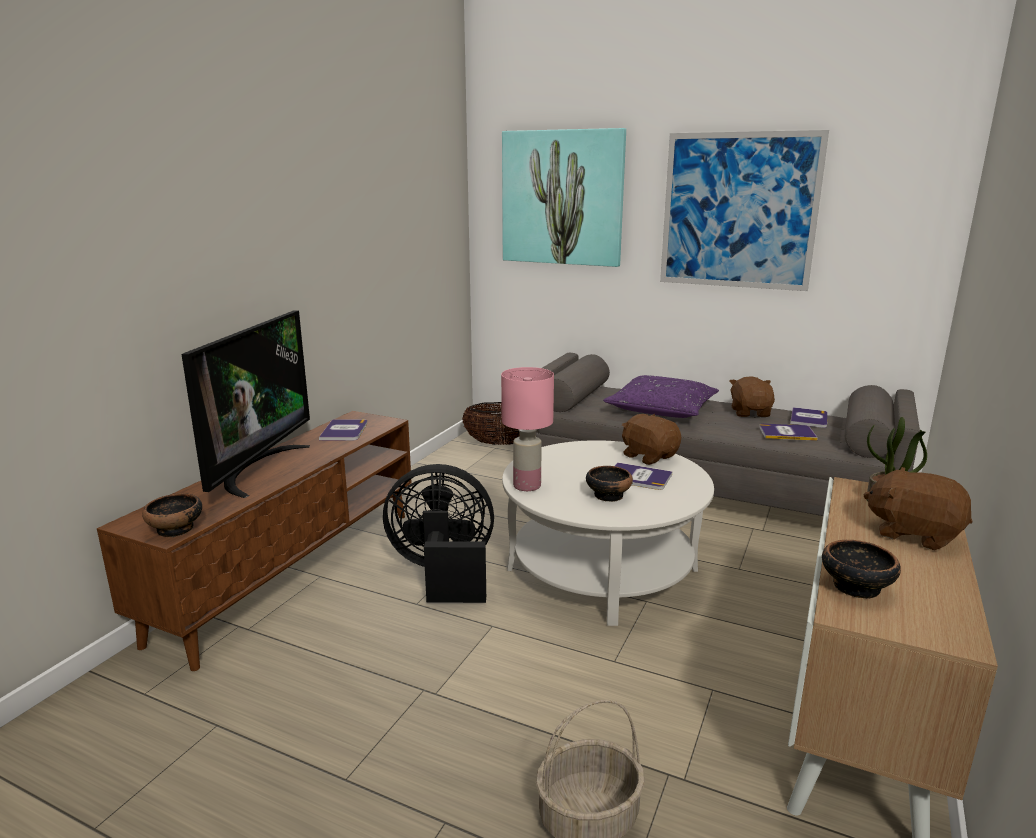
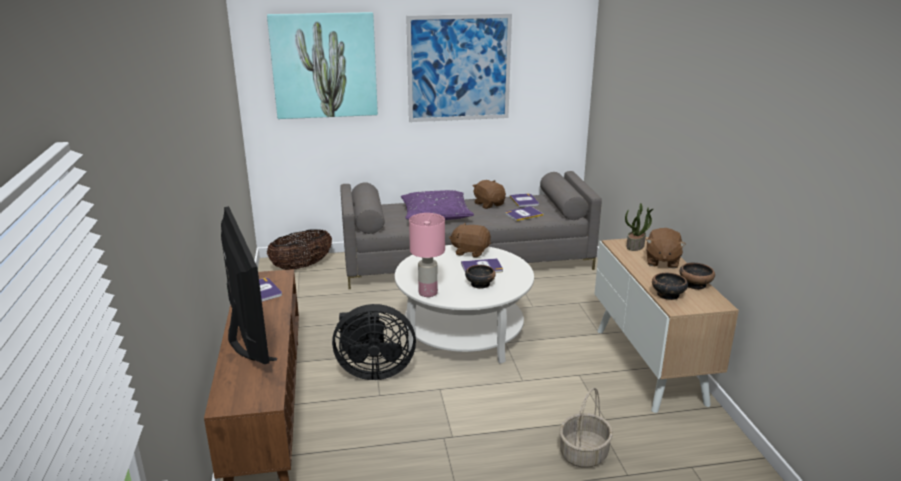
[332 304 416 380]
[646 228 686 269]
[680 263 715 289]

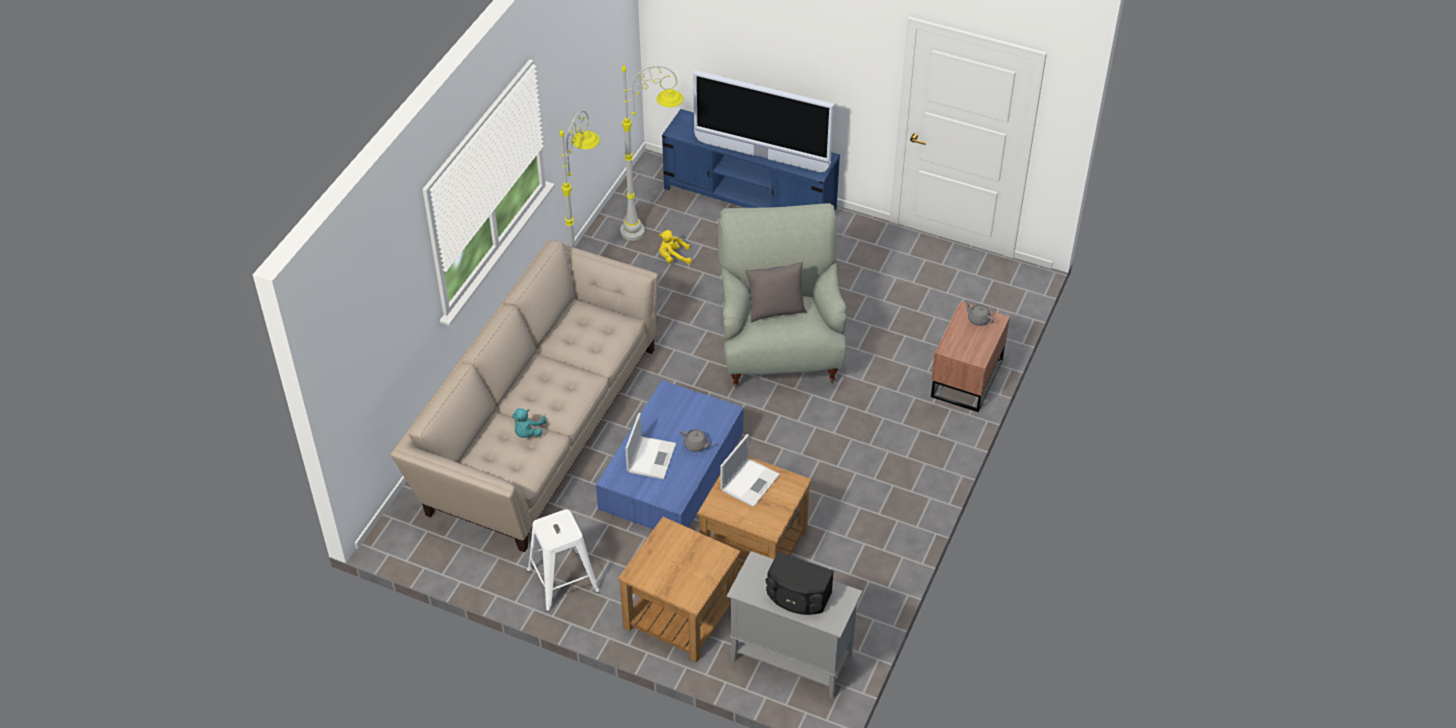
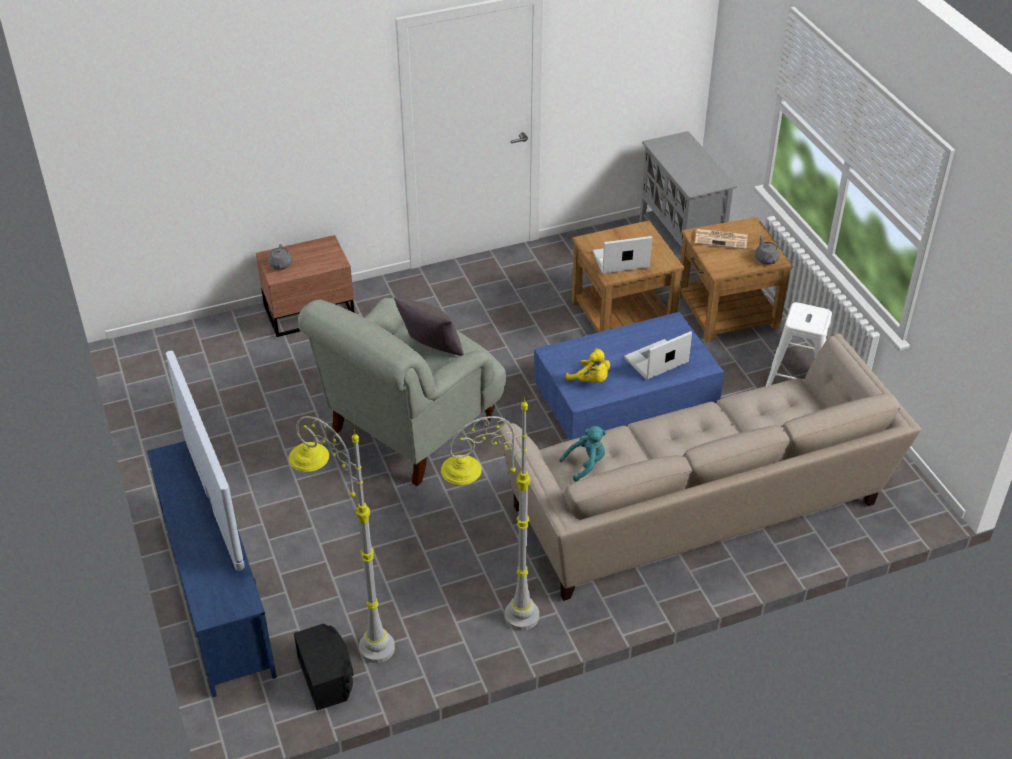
[294 623 353 711]
[559 426 606 482]
[566 348 610 383]
[695 229 748 250]
[755 235 779 264]

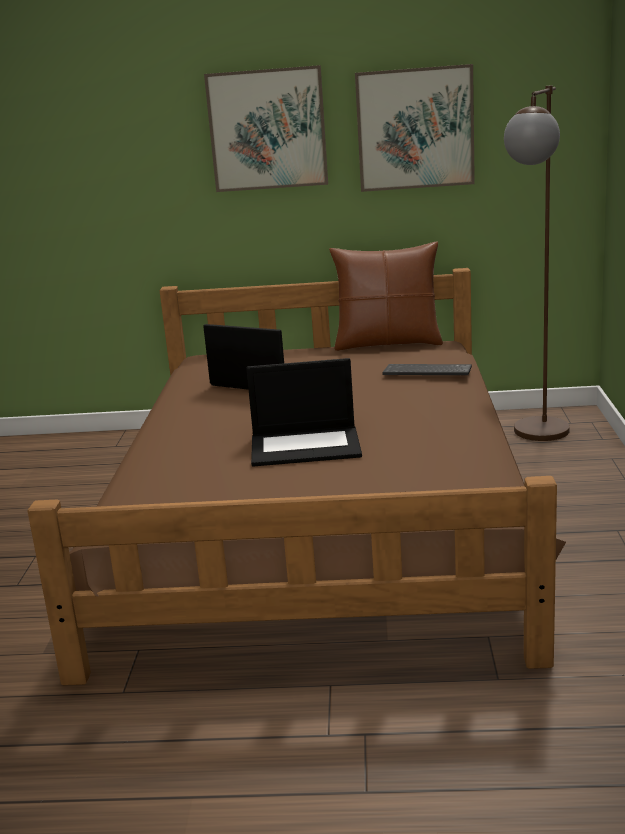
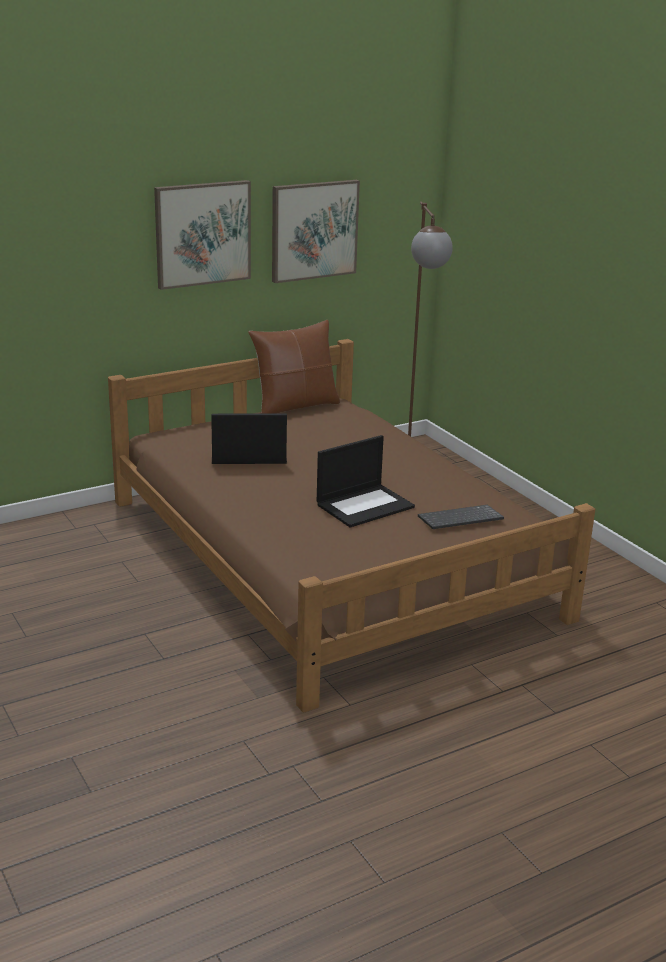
[418 505 504 529]

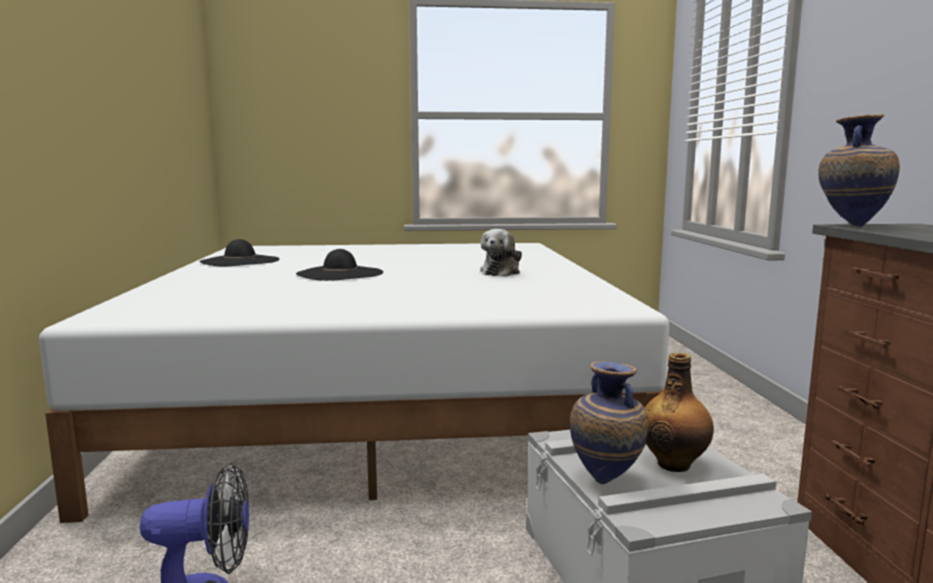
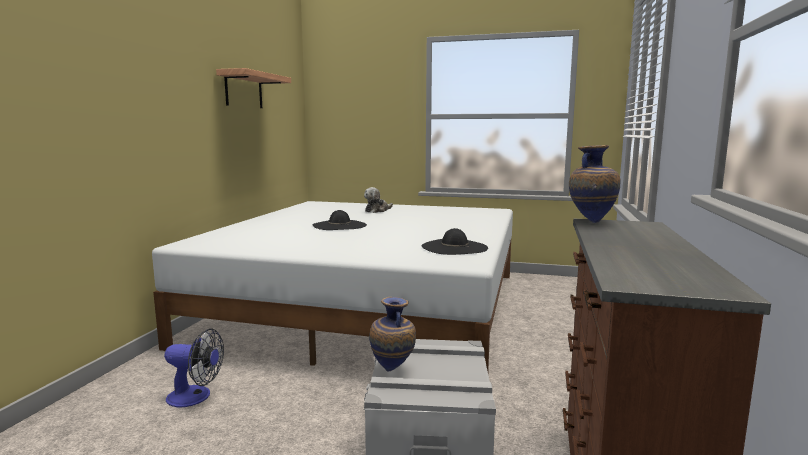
[216 68 291 108]
[364 187 393 213]
[421 228 488 255]
[645 352 714 472] (first image)

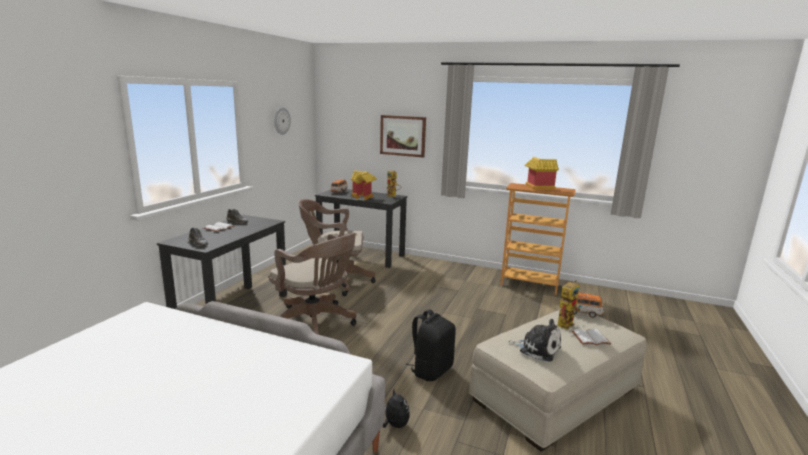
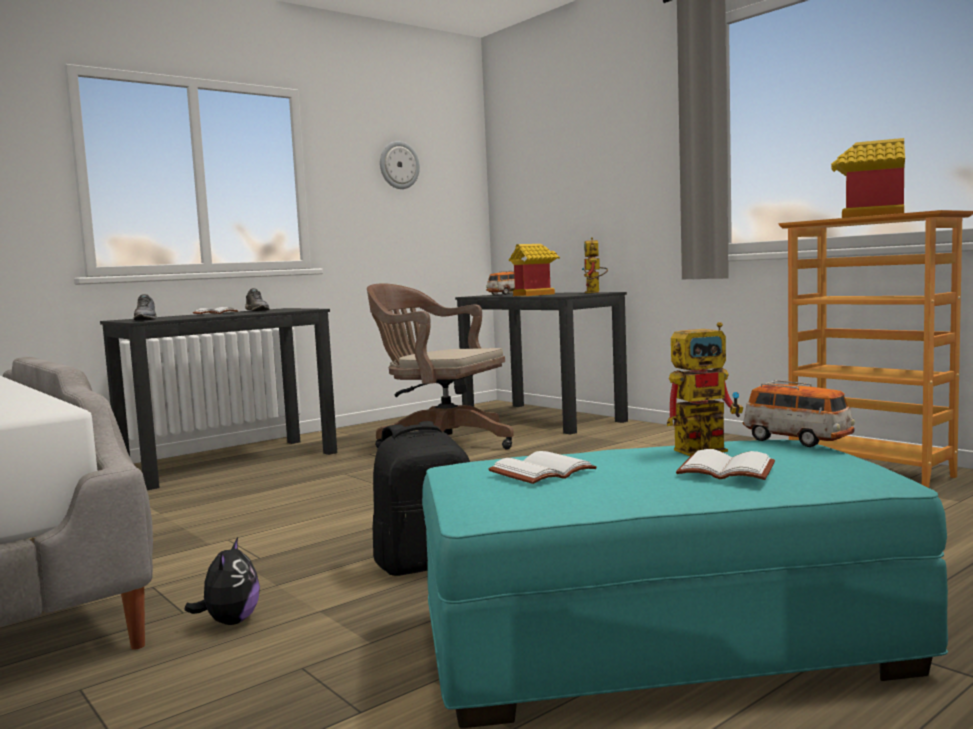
[422 440 948 728]
[488 451 597 484]
[269 233 357 335] (first image)
[380 115 426 158] (first image)

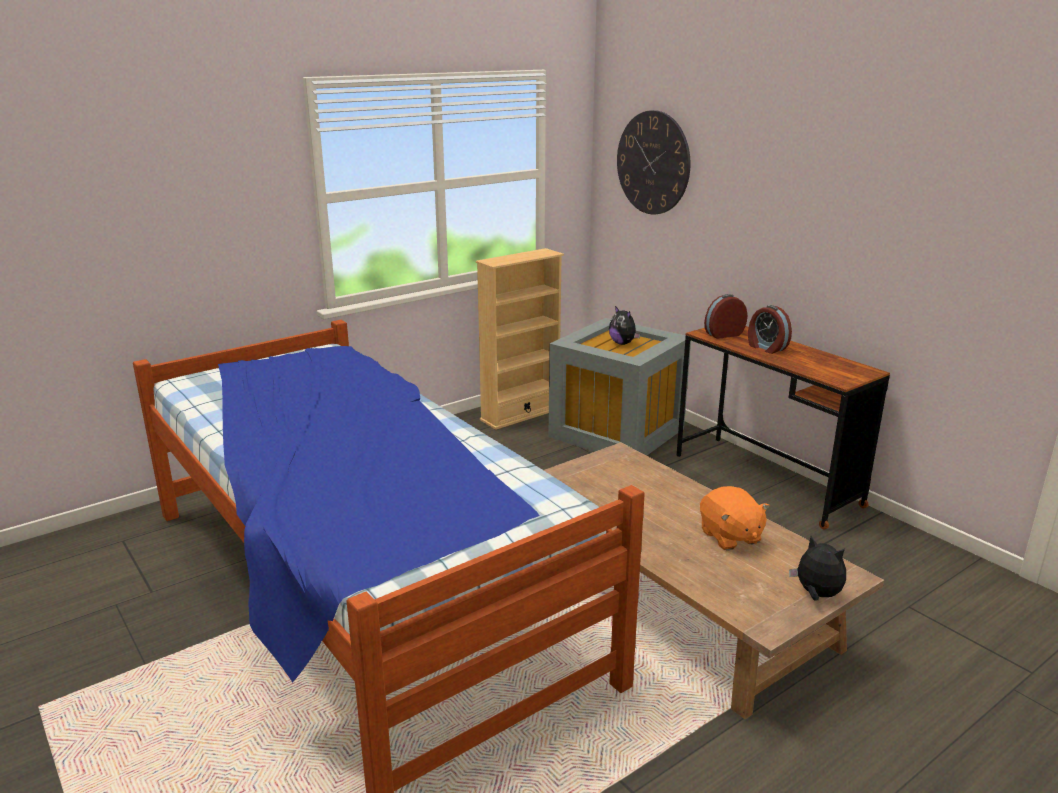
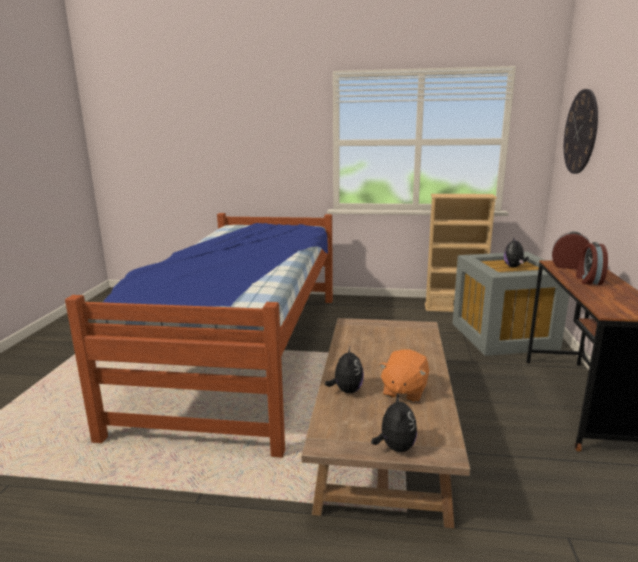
[325 345 364 393]

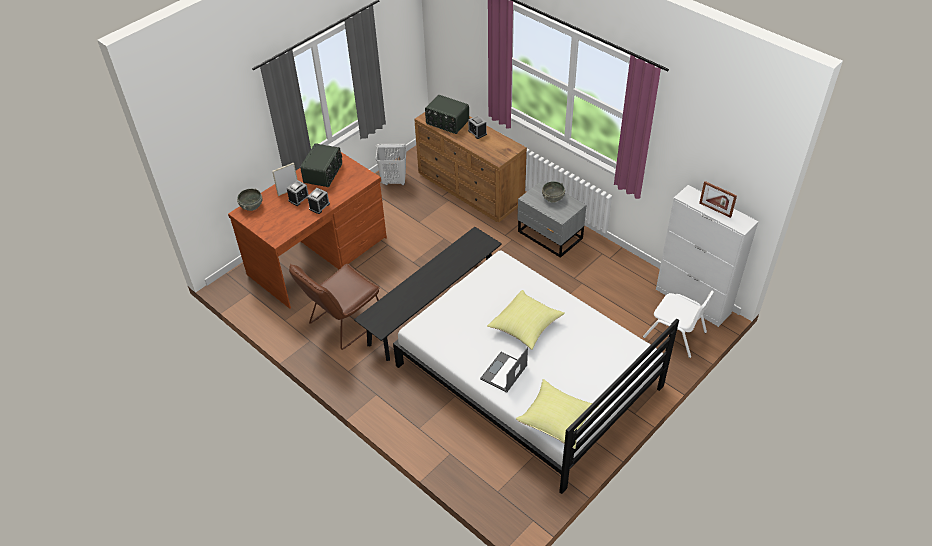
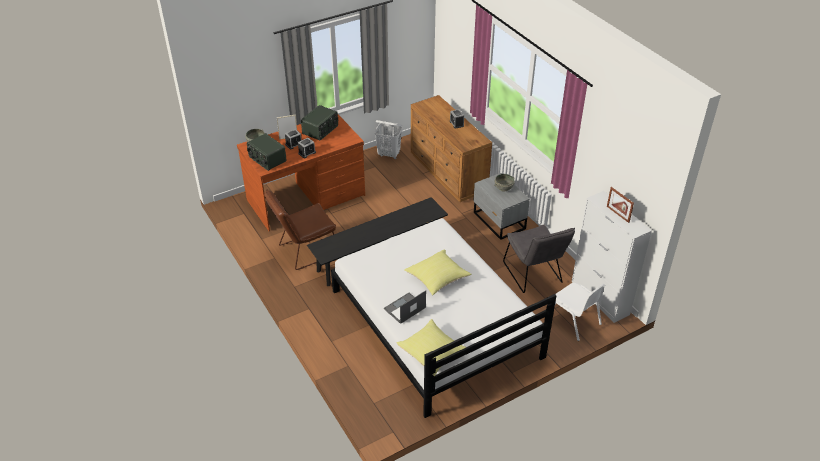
[247 133 287 171]
[503 224 575 293]

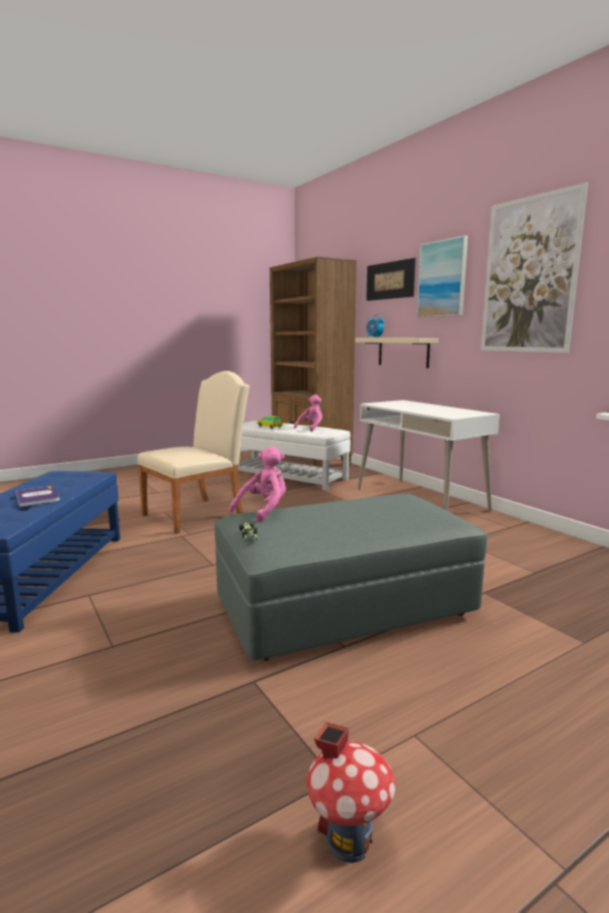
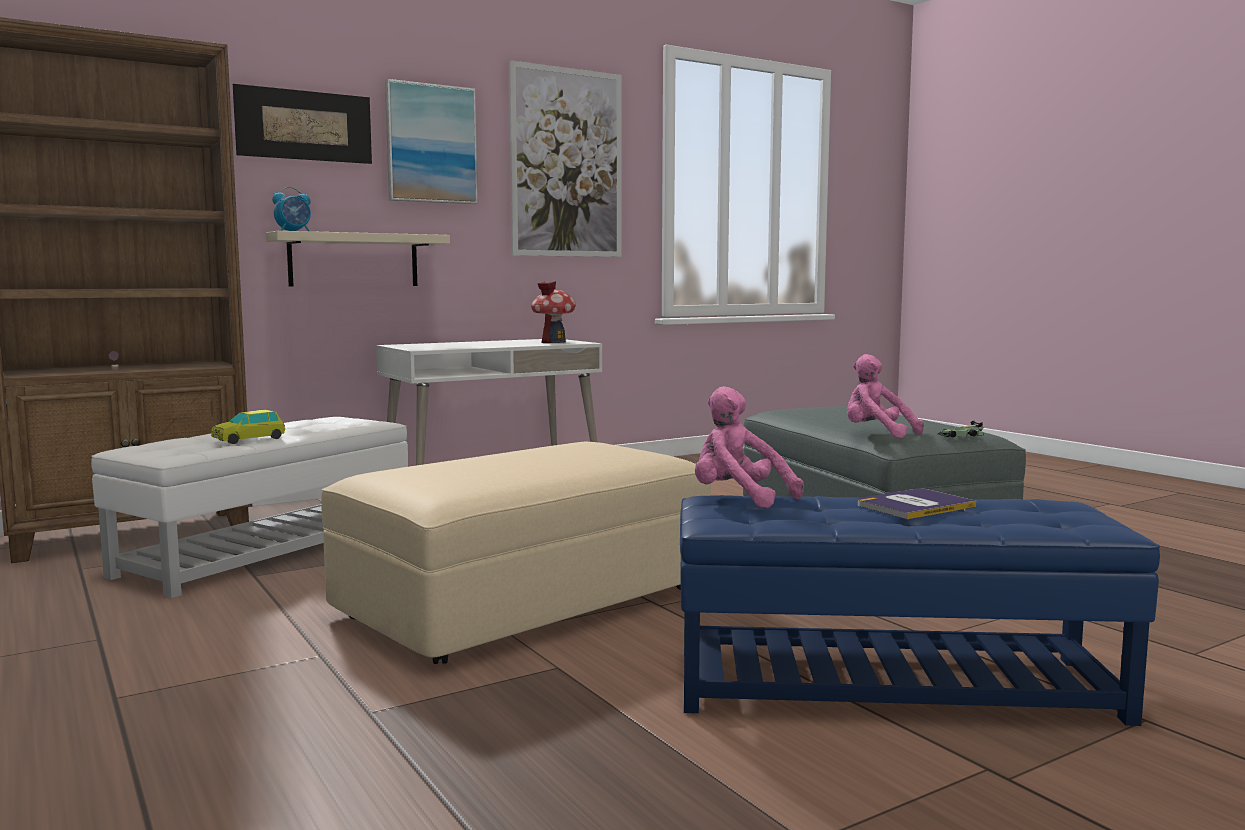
[321 442 711 664]
[531 281 576 343]
[695 386 804 509]

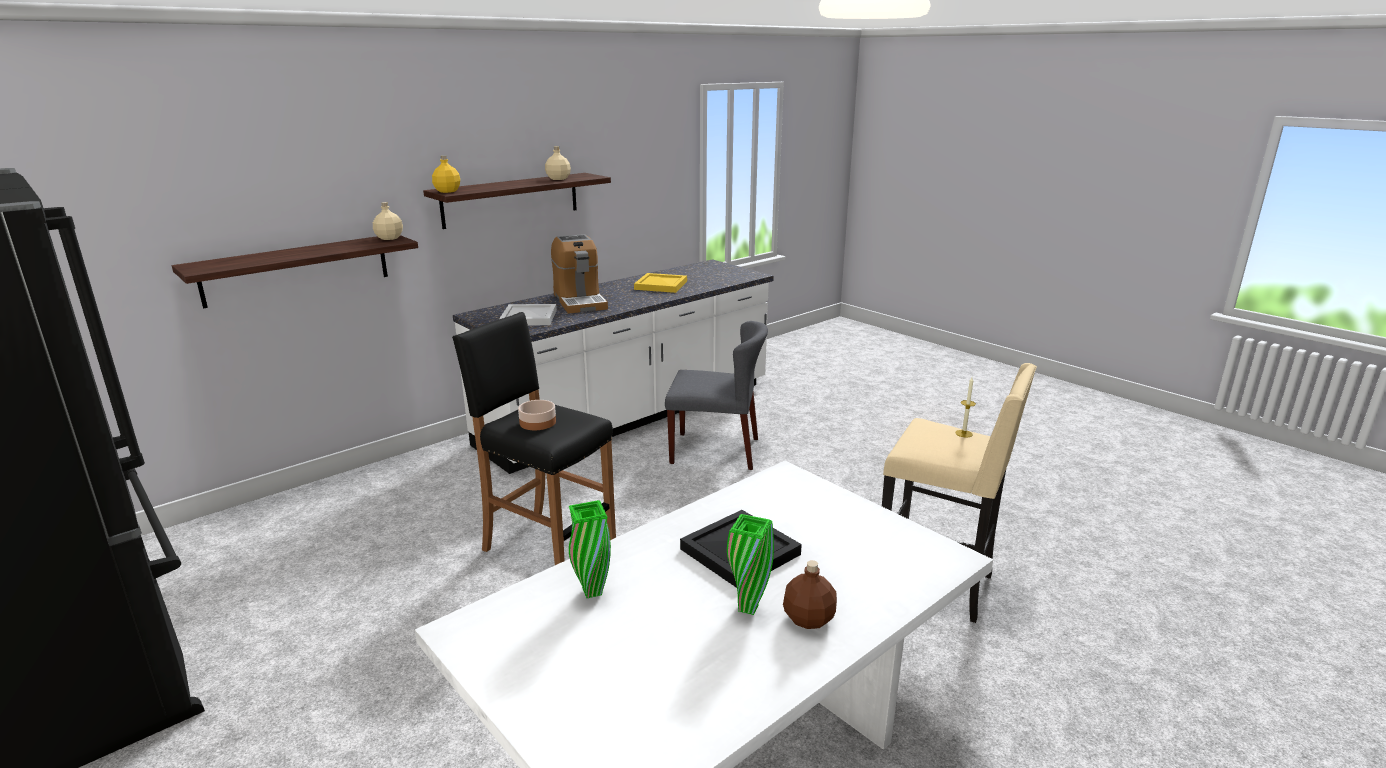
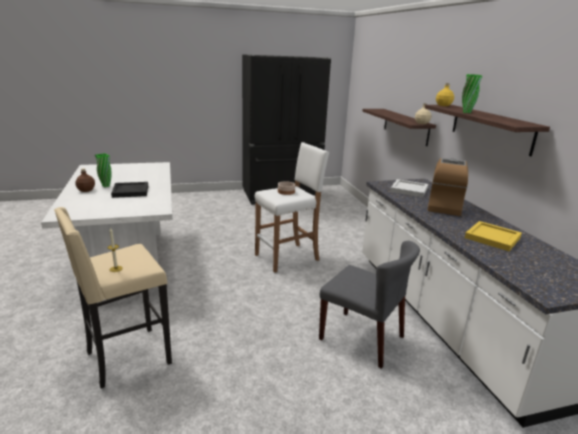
[255 142 329 273]
[319 241 420 369]
[427 158 468 216]
[462 74 482 113]
[545 146 571 180] (first image)

